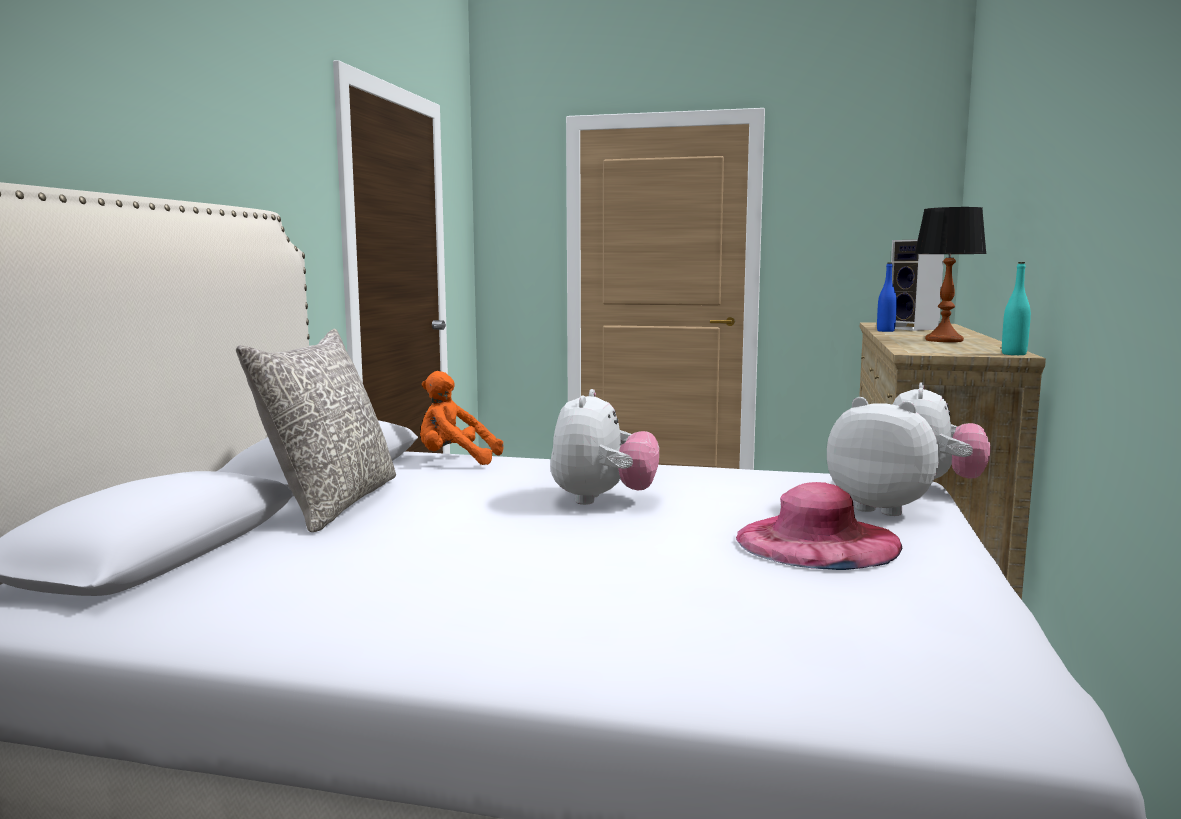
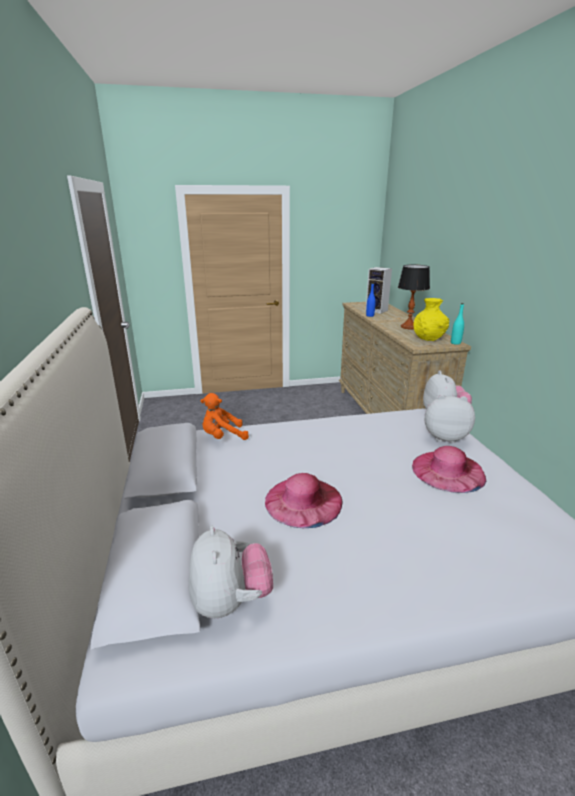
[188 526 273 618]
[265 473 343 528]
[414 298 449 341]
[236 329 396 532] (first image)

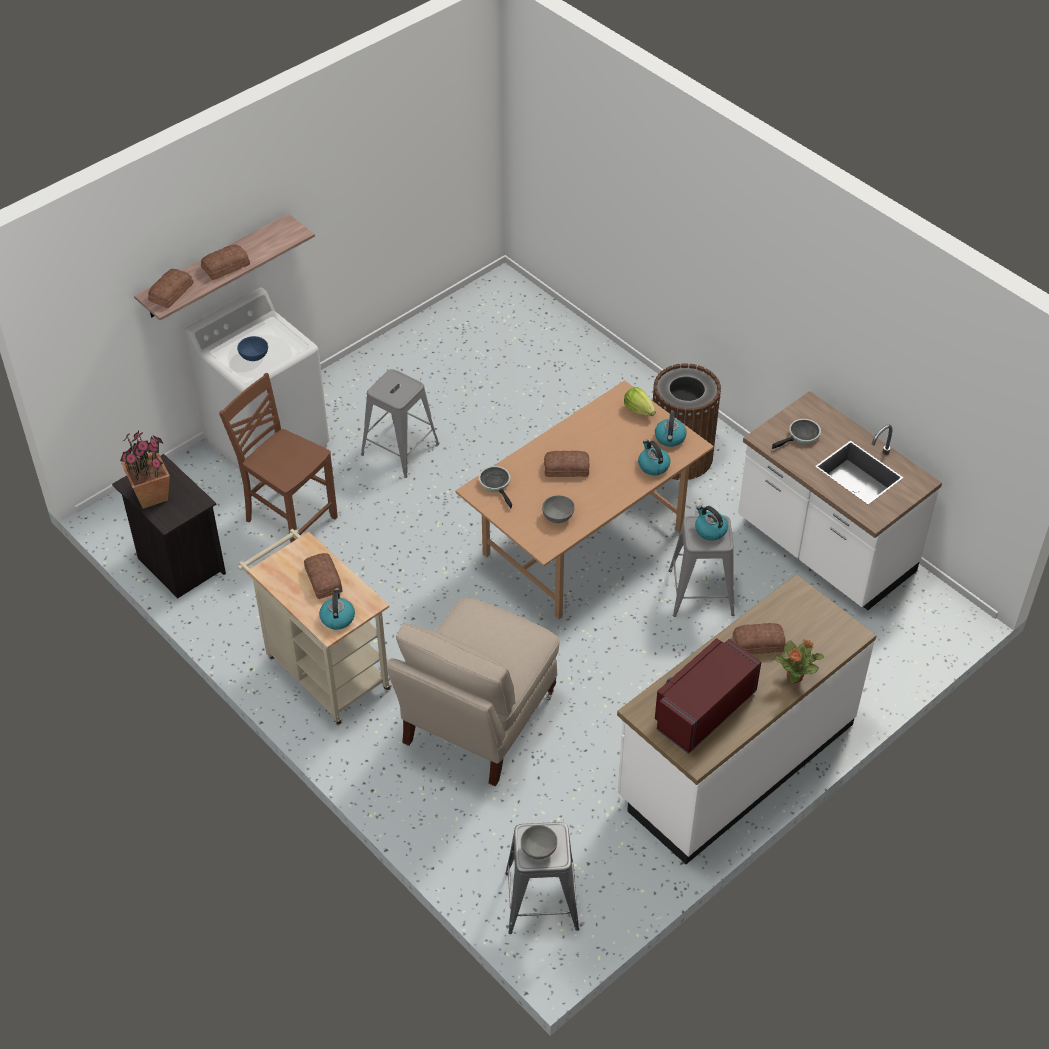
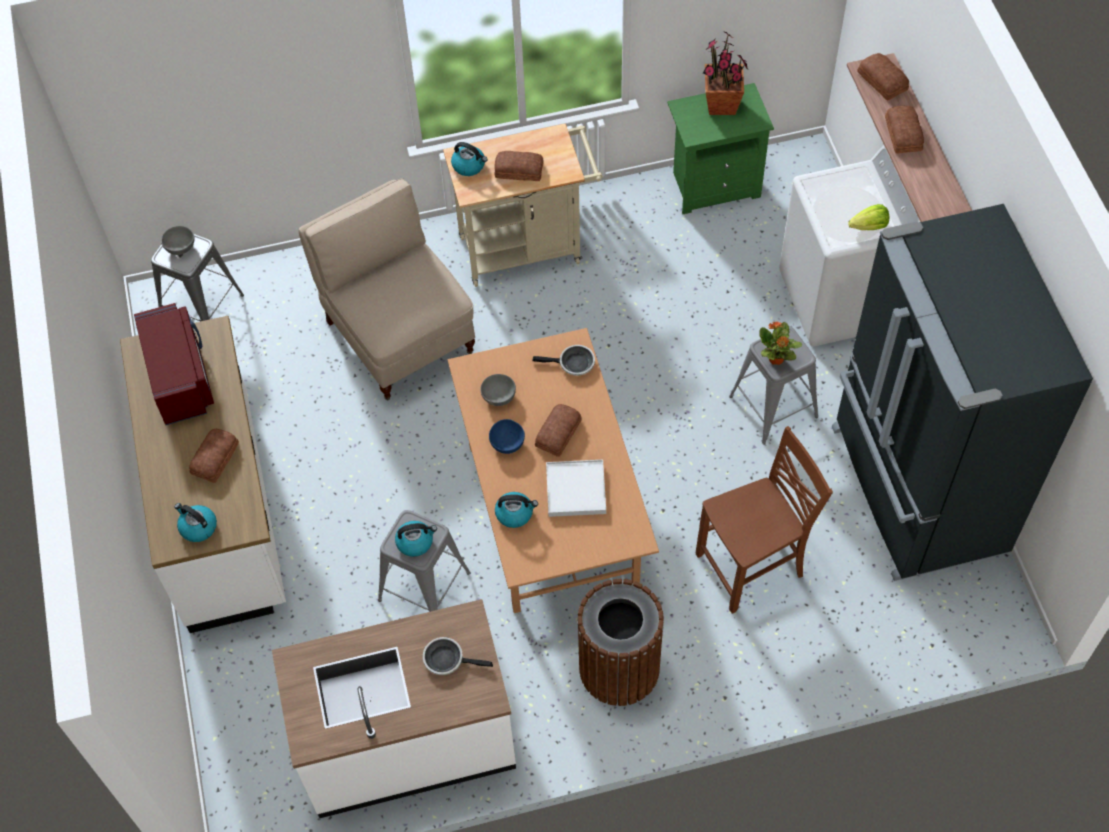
[174 503 217 542]
[423 637 493 675]
[489 419 525 454]
[546 460 606 517]
[667 83 774 214]
[696 426 833 614]
[760 321 802 365]
[832 204 1093 581]
[848 204 889 230]

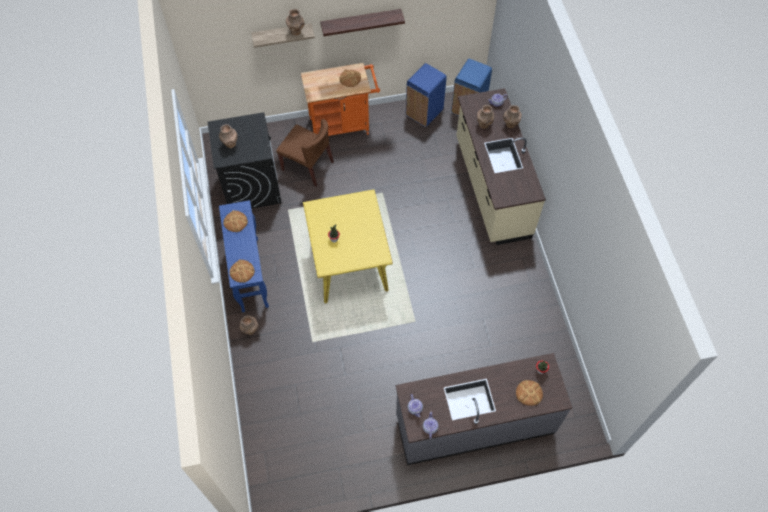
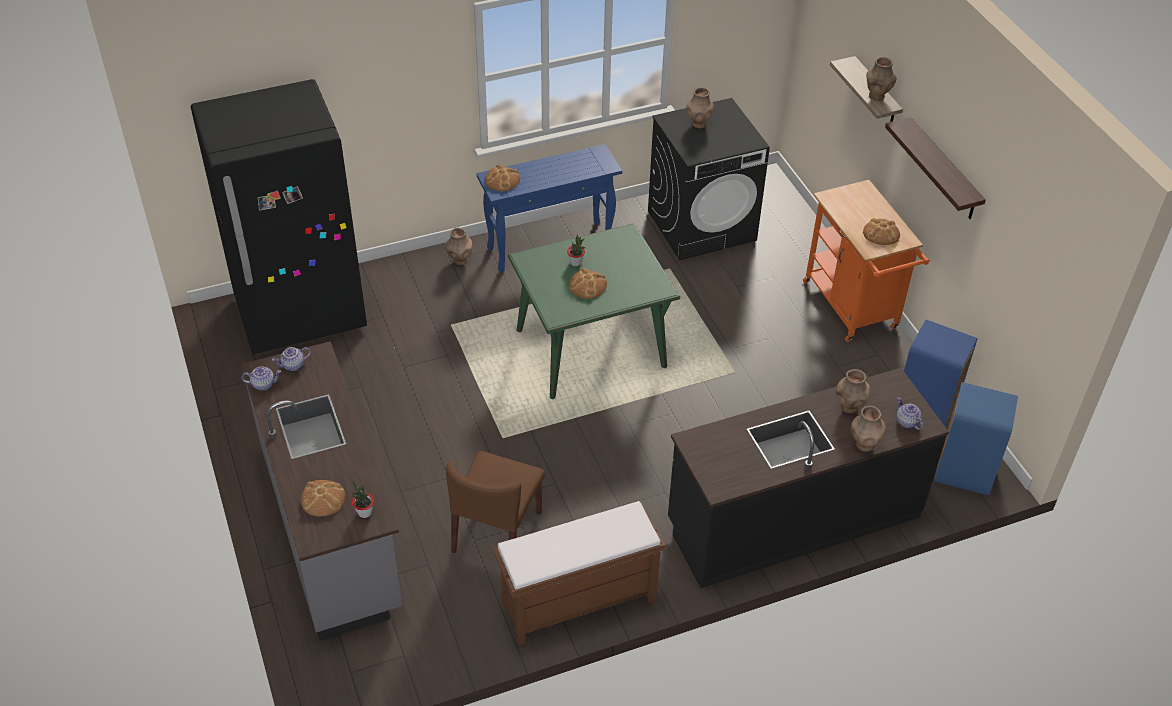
[191 79 367 354]
[446 451 545 553]
[493 501 666 645]
[508 223 680 399]
[569 268 607 299]
[668 368 949 588]

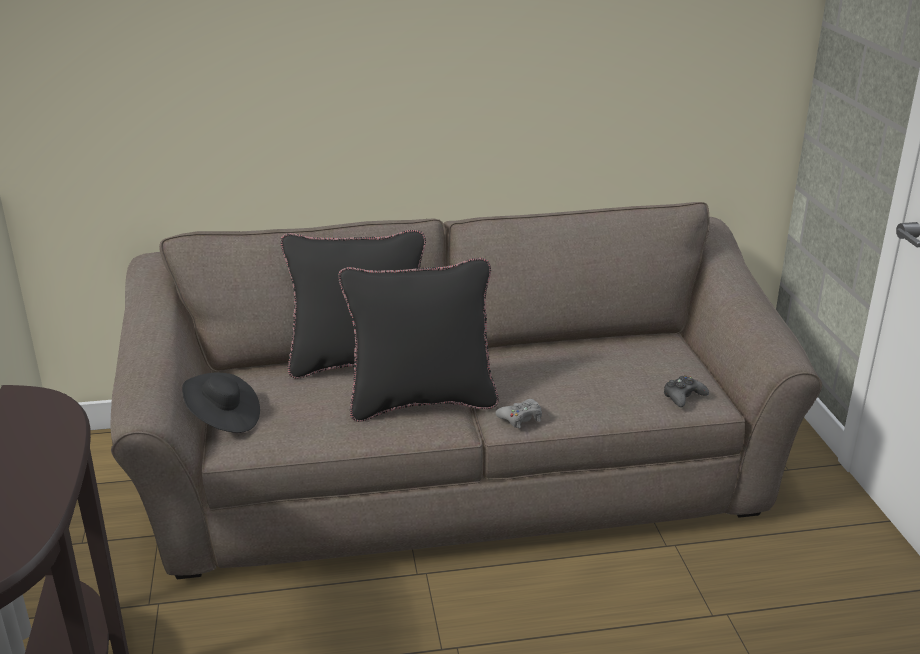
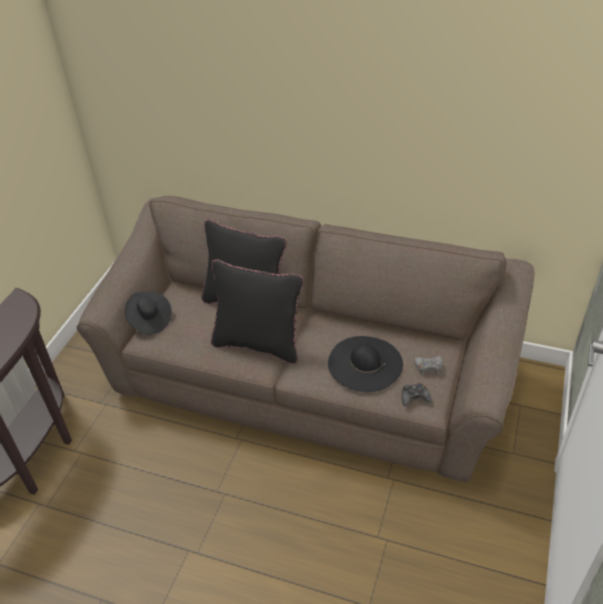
[328 336 403 392]
[414 356 443 375]

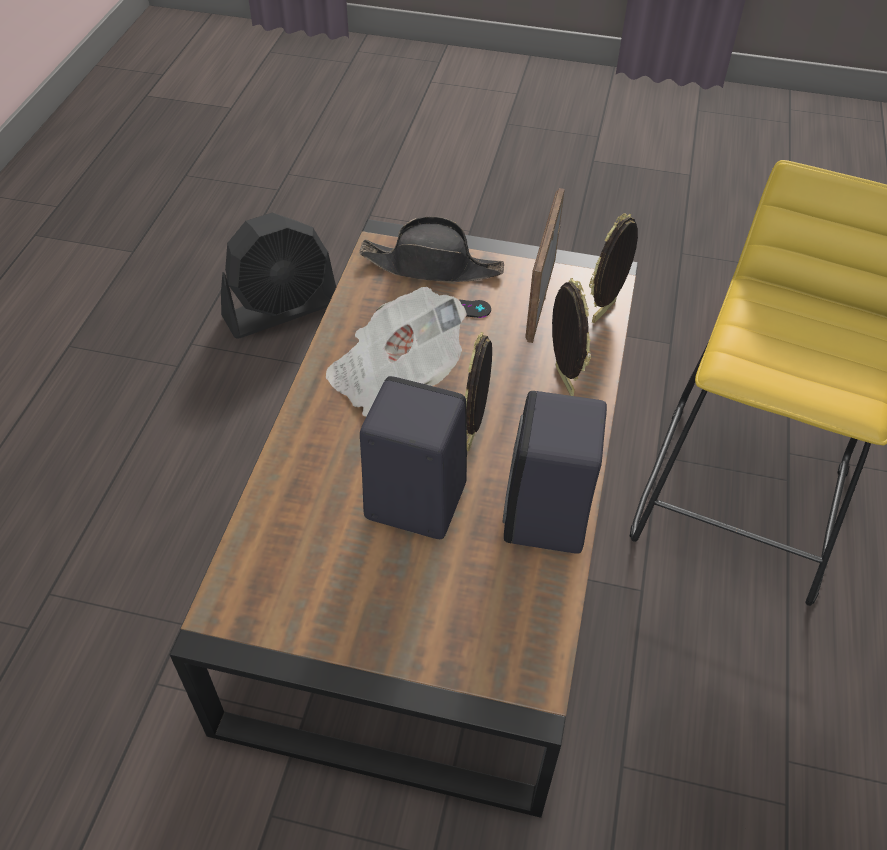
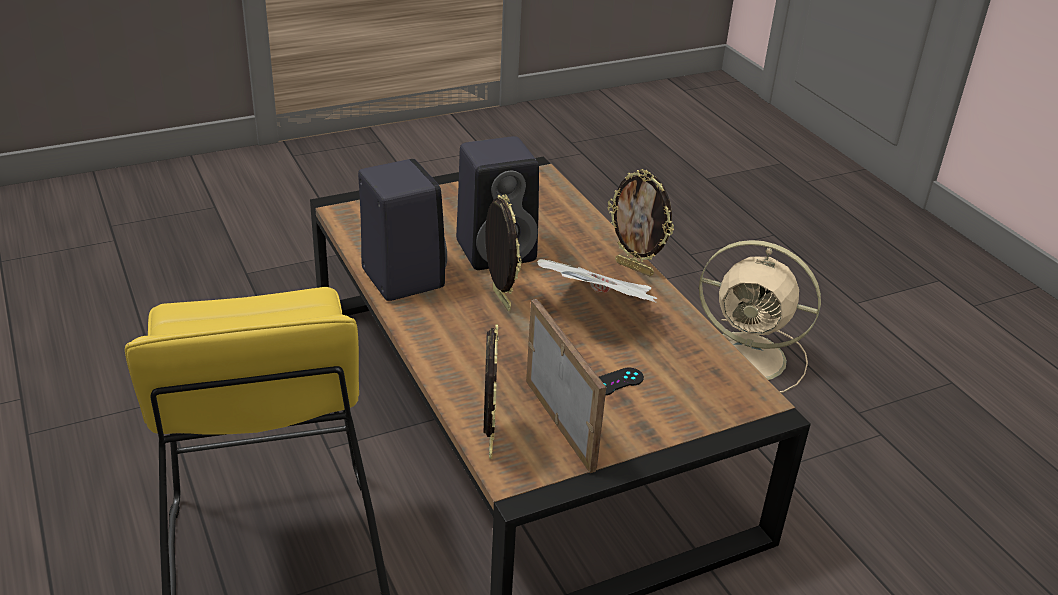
[608 169 674 276]
[699 240 821 393]
[221 213 336 339] (first image)
[359 217 504 282] (first image)

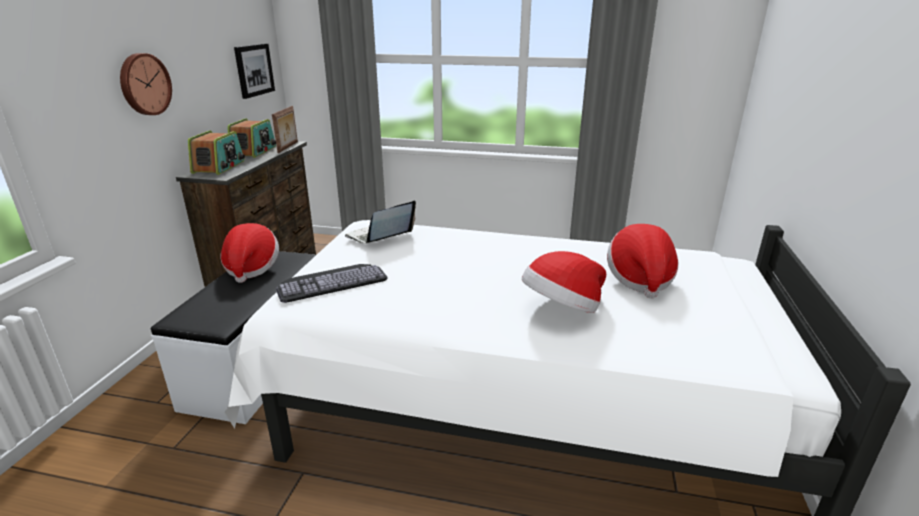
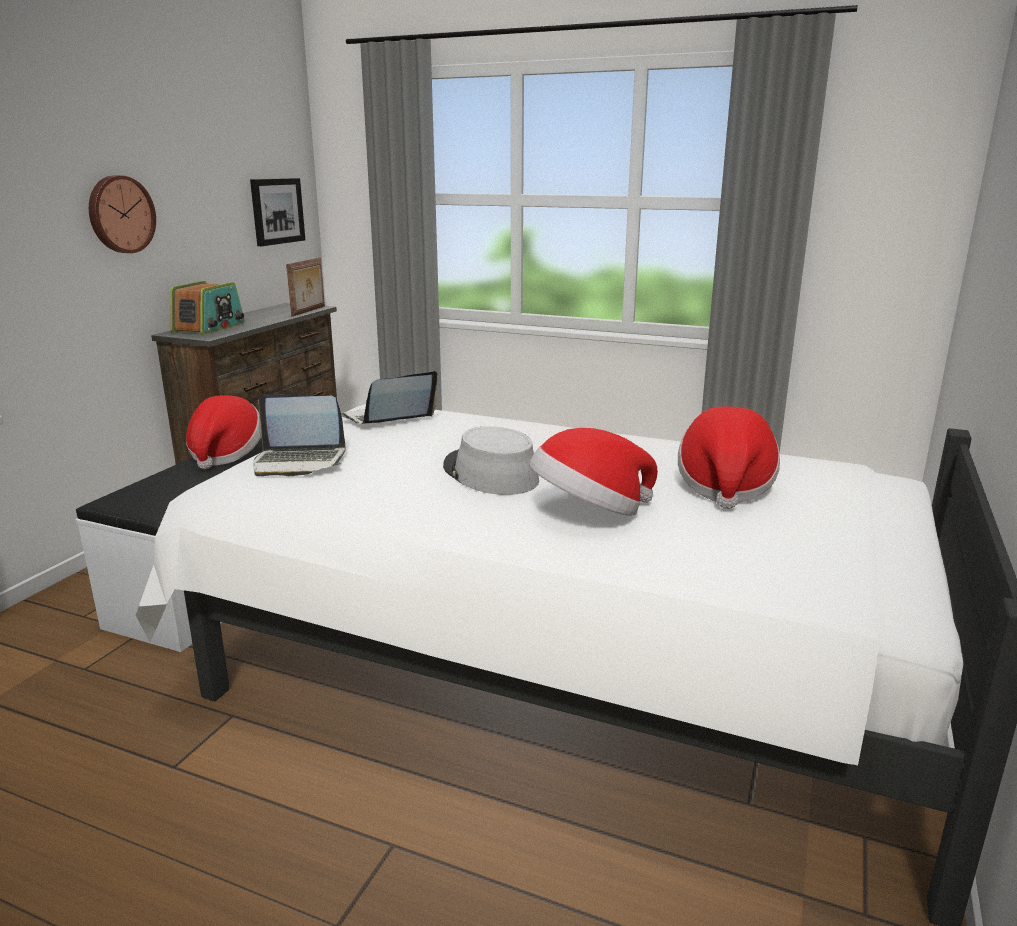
[254 394 346 476]
[443 426 539 495]
[227 118 276 158] (first image)

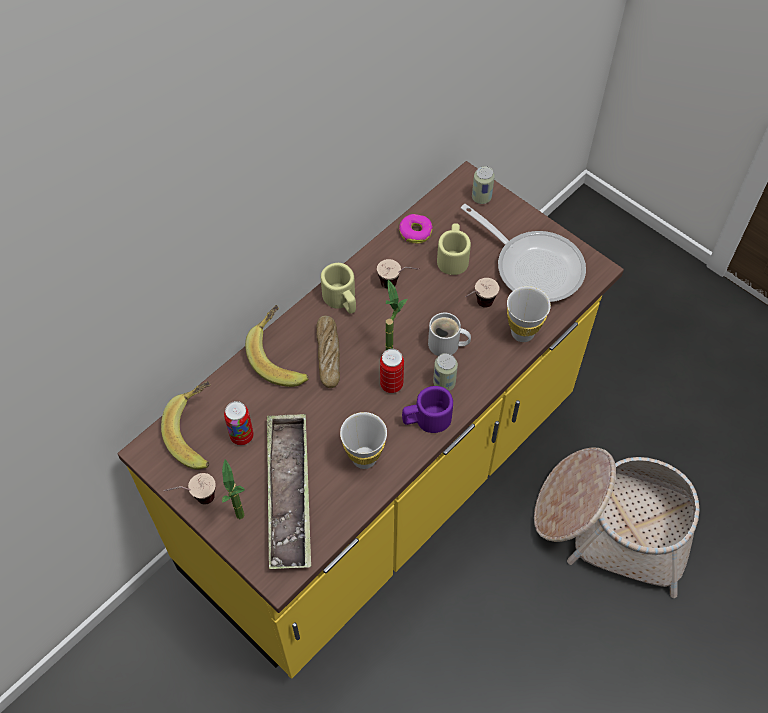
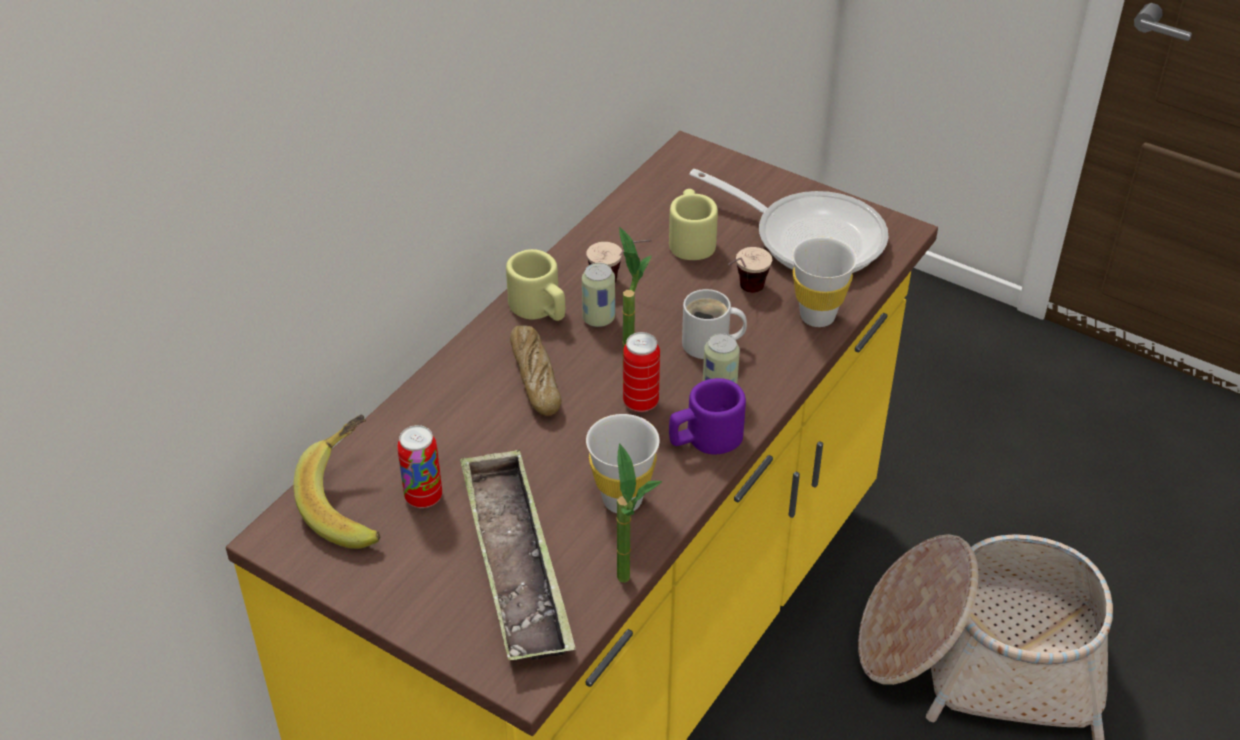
[582 263 615 327]
[617 443 662 583]
[163 473 216 505] (first image)
[245 305 309 387] (first image)
[399 214 433 244] (first image)

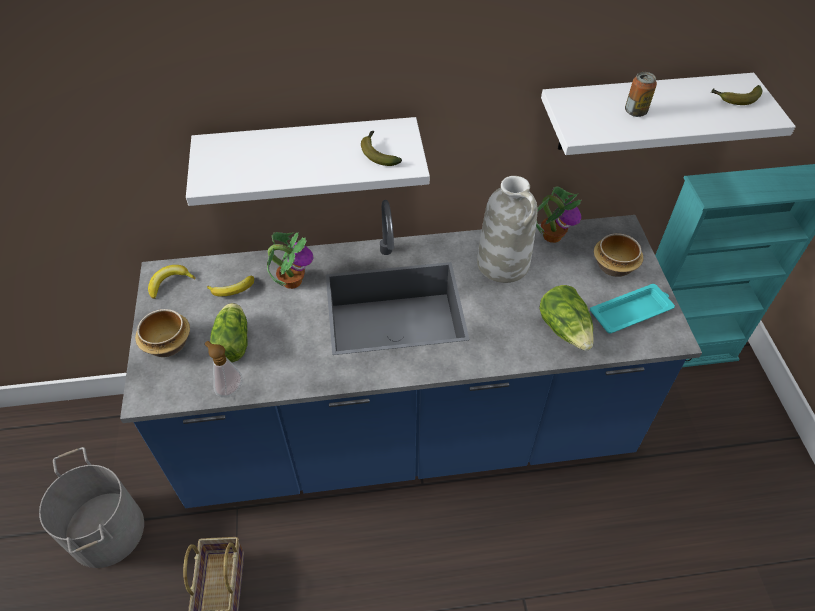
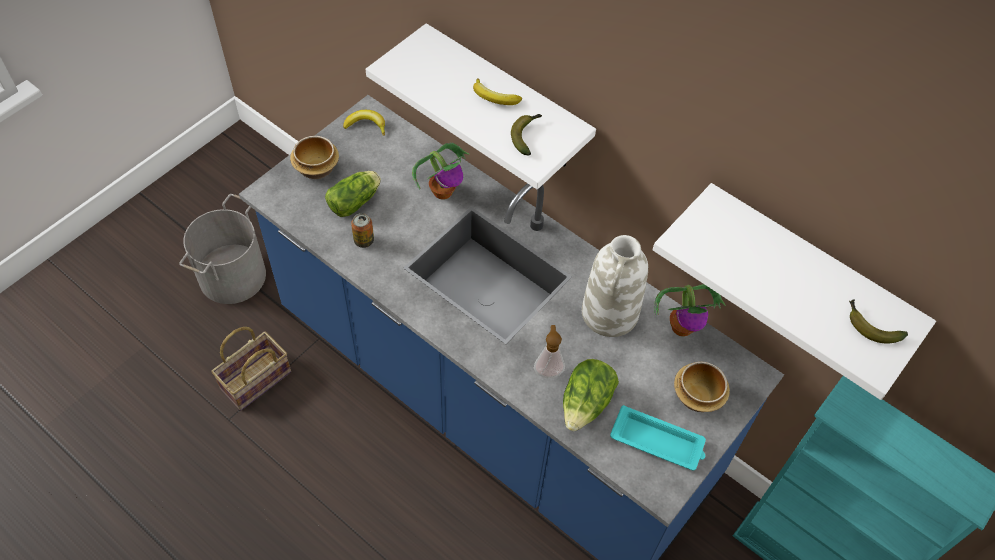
[351 213 374 248]
[473 78 522 105]
[534 325 565 378]

